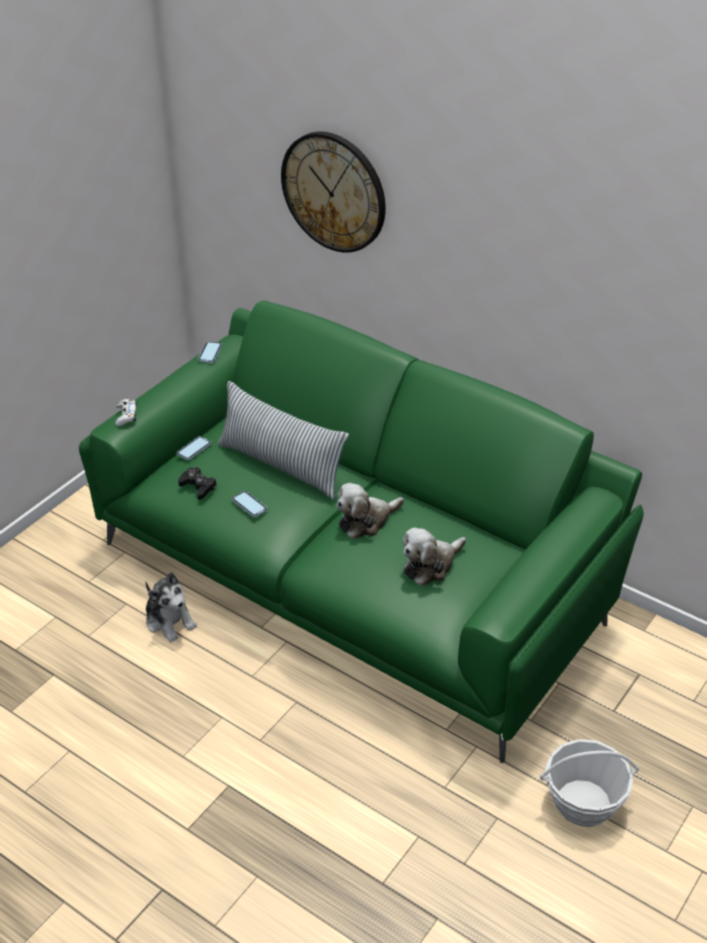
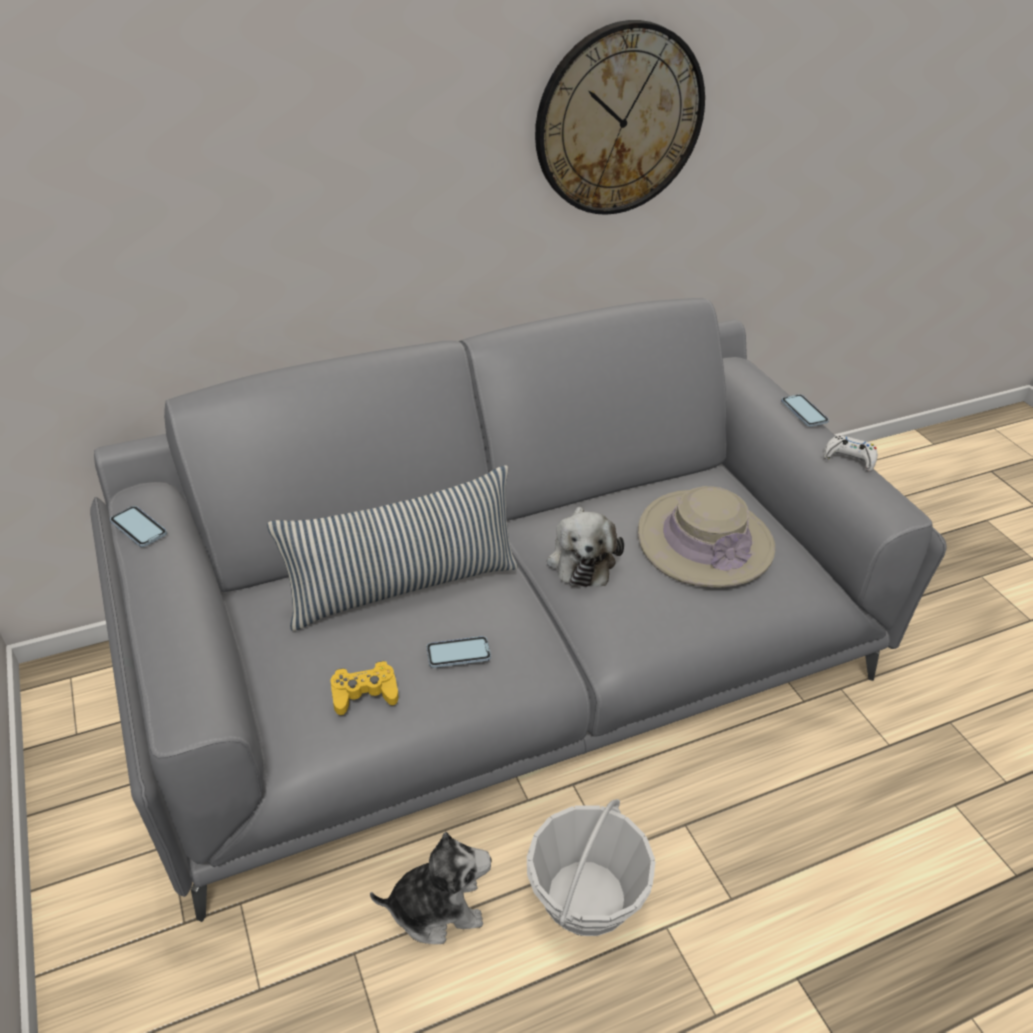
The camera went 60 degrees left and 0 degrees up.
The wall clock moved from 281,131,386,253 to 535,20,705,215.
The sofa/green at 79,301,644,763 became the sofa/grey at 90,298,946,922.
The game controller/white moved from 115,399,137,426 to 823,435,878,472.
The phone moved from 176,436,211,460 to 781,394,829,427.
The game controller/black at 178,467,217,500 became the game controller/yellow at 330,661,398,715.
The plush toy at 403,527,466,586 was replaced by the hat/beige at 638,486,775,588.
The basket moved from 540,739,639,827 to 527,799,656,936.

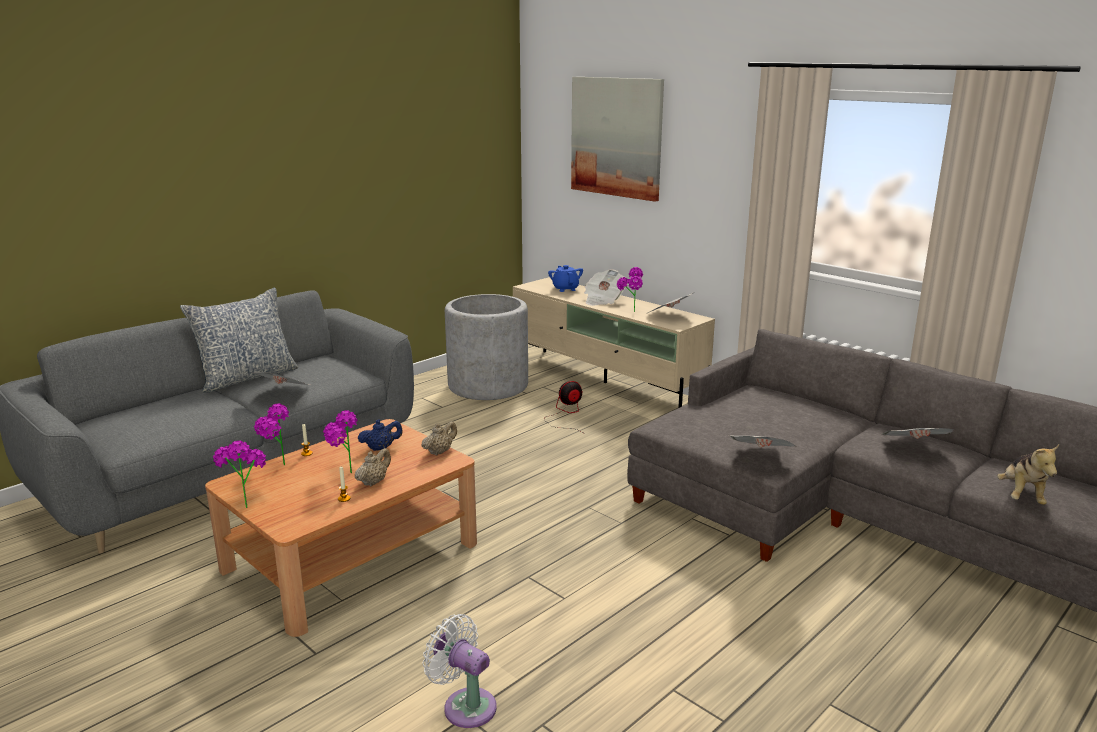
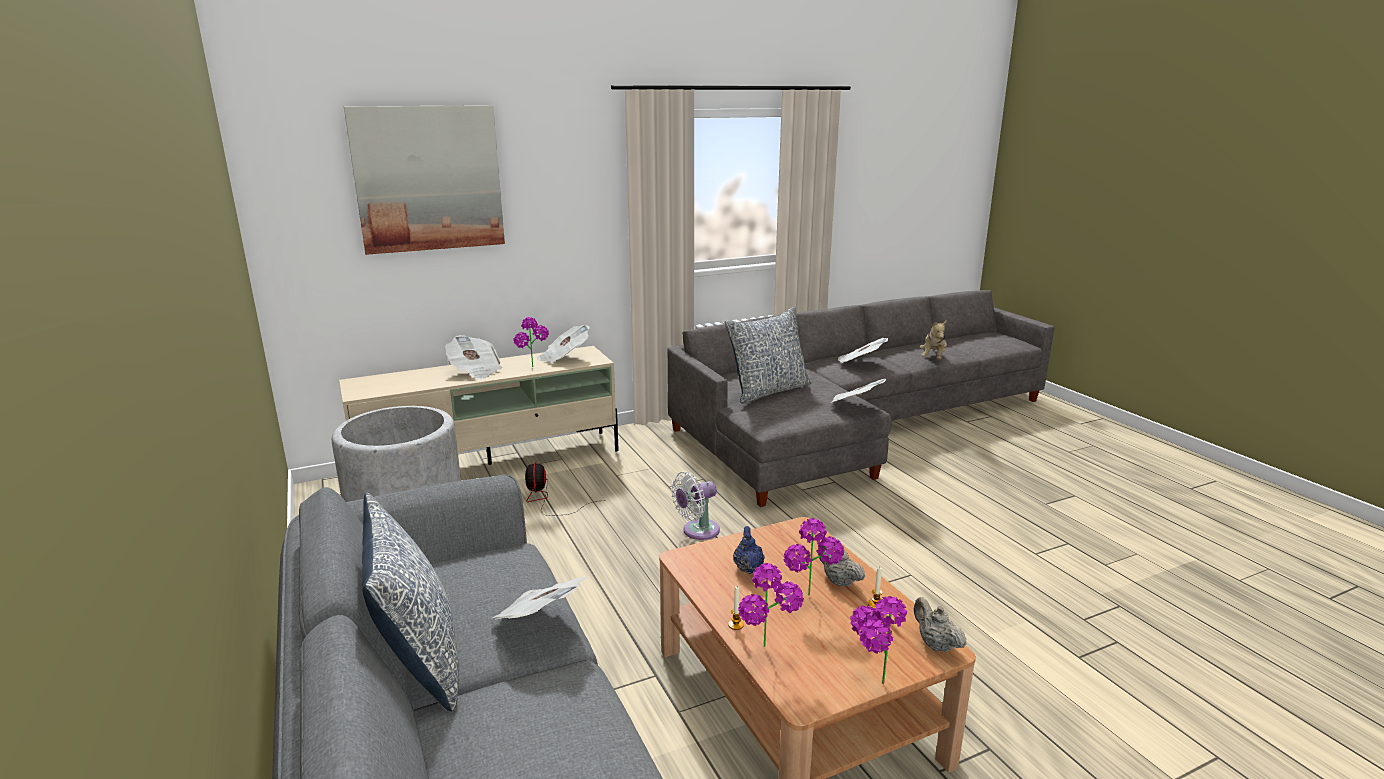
The camera went 70 degrees left and 0 degrees up.
The teapot/blue at 548,265,583,292 disappeared.
The teapot/beige moved from 422,421,457,455 to 914,597,967,652.
The plush toy at 997,445,1059,505 turned 75 degrees clockwise.
The fan/white moved from 423,614,497,728 to 671,472,720,540.
The pillow at 724,307,811,403 appeared.

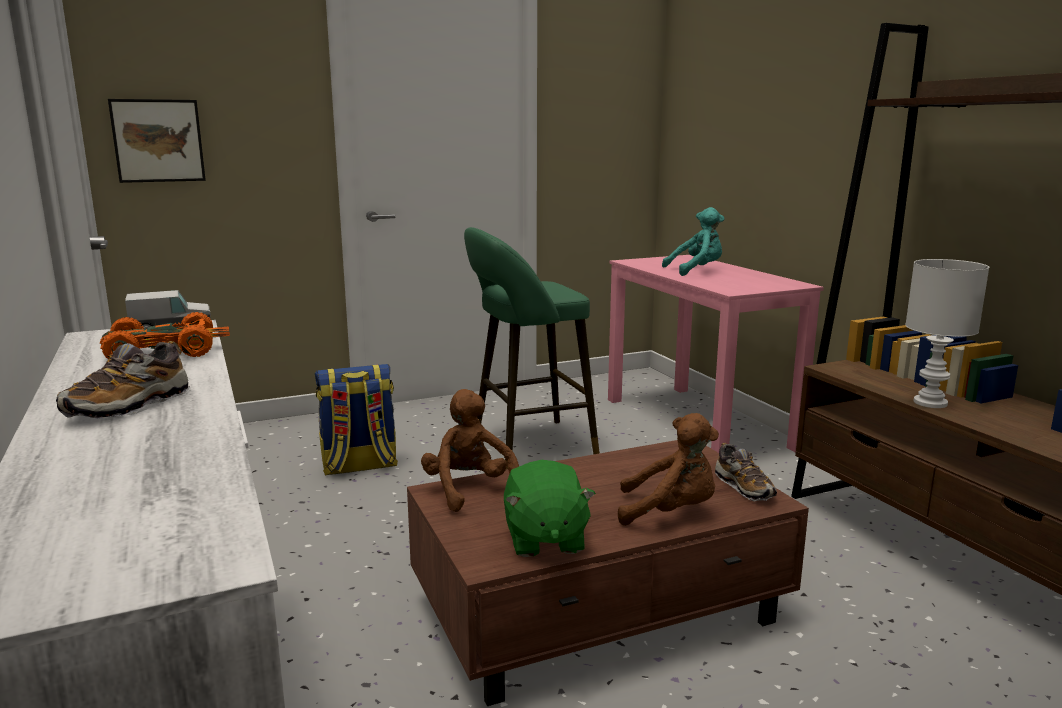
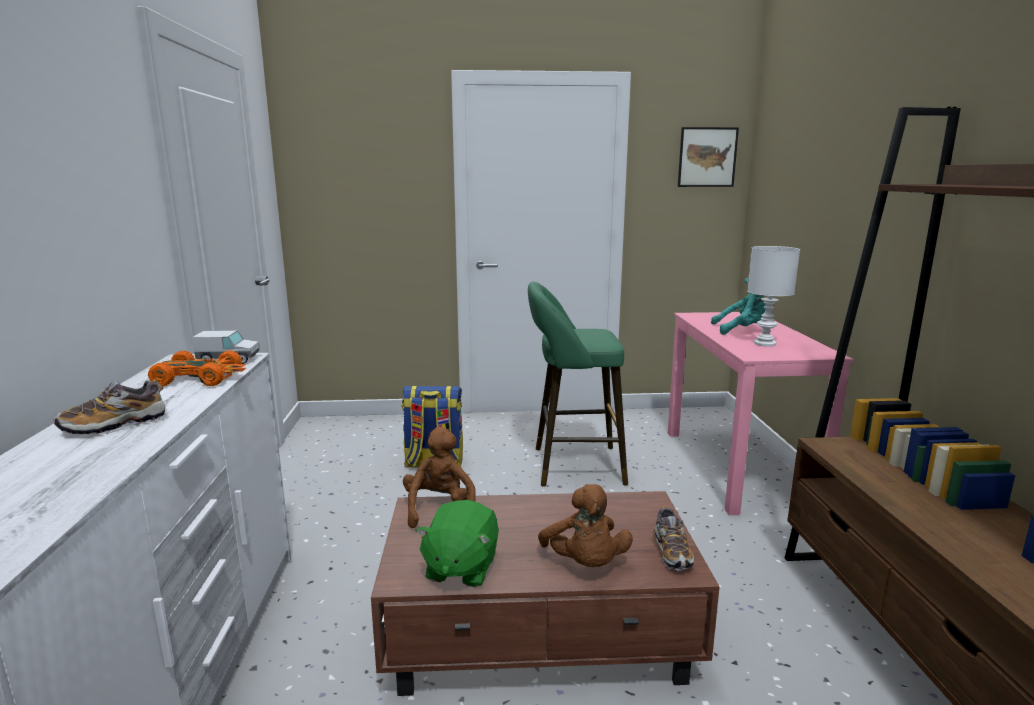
The camera went 20 degrees right and 0 degrees up.
The picture moved from 108,99,206,183 to 678,127,739,187.
The table lamp/white moved from 905,259,989,408 to 747,246,800,347.
The plush toy/brown at 618,413,719,526 turned 45 degrees clockwise.

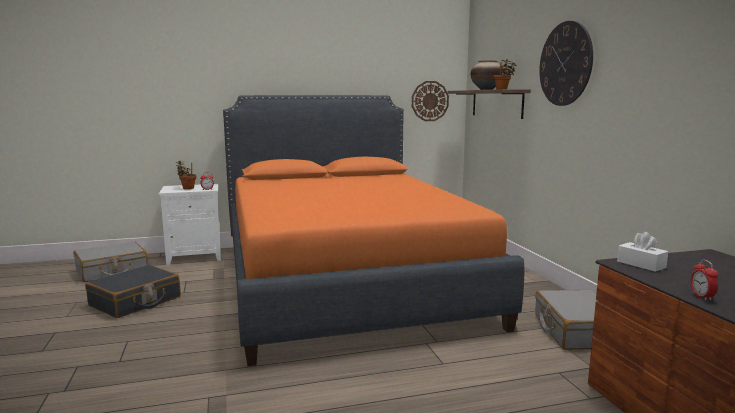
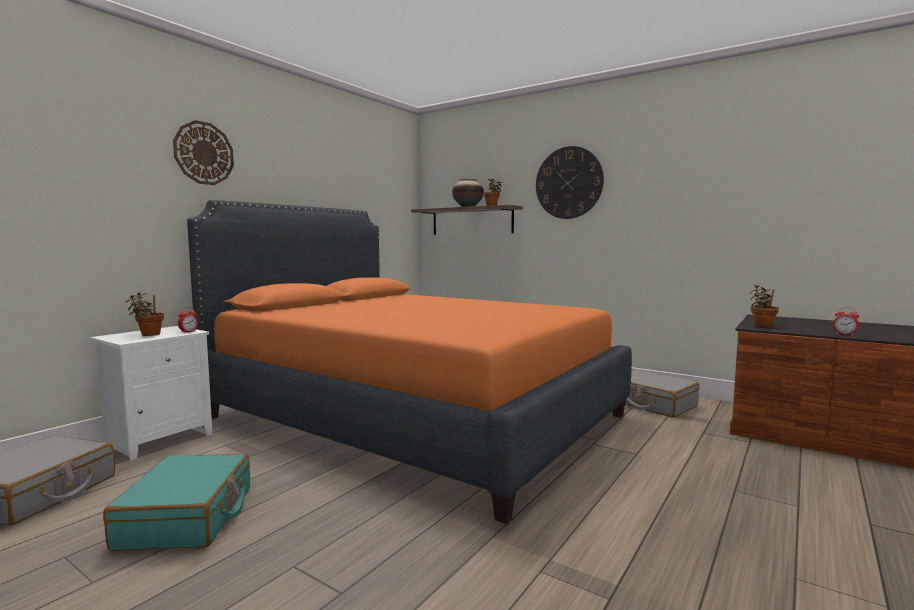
The camera went 40 degrees left and 5 degrees down.
The wall clock moved from 412,81,449,121 to 173,120,234,185.
The tissue box/white at 617,232,668,272 was replaced by the potted plant at 750,284,779,328.
The suitcase/black at 85,265,181,318 became the suitcase/turquoise at 103,453,250,551.

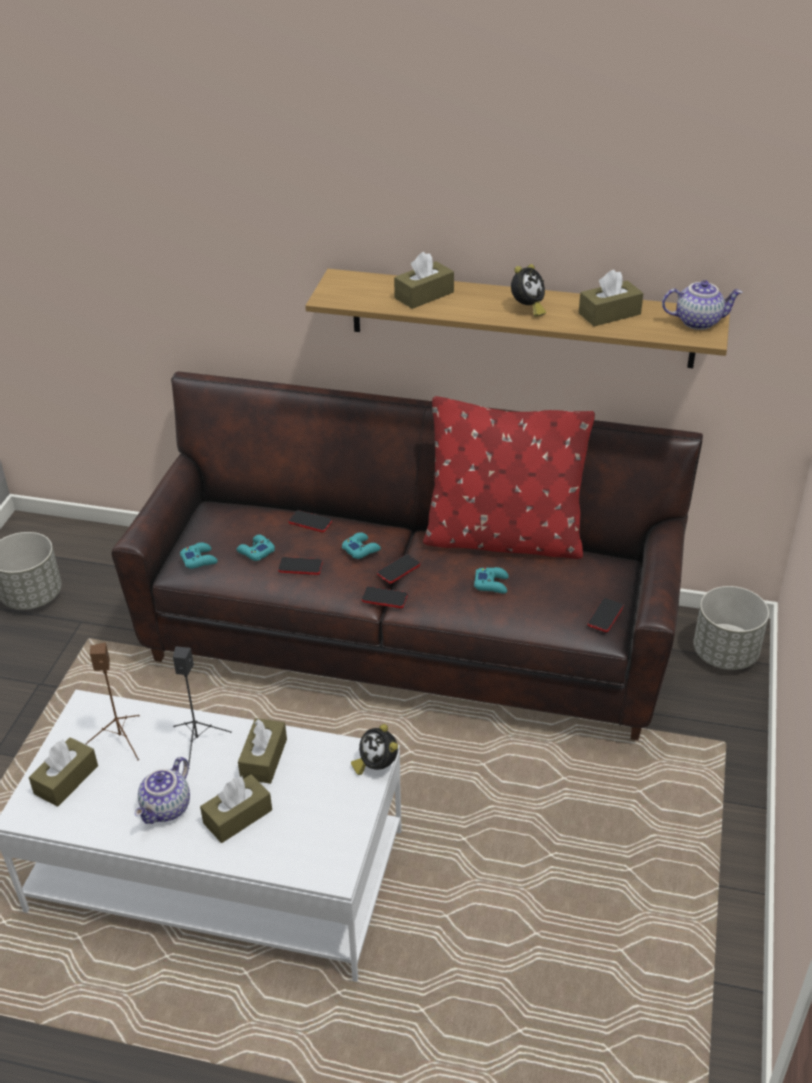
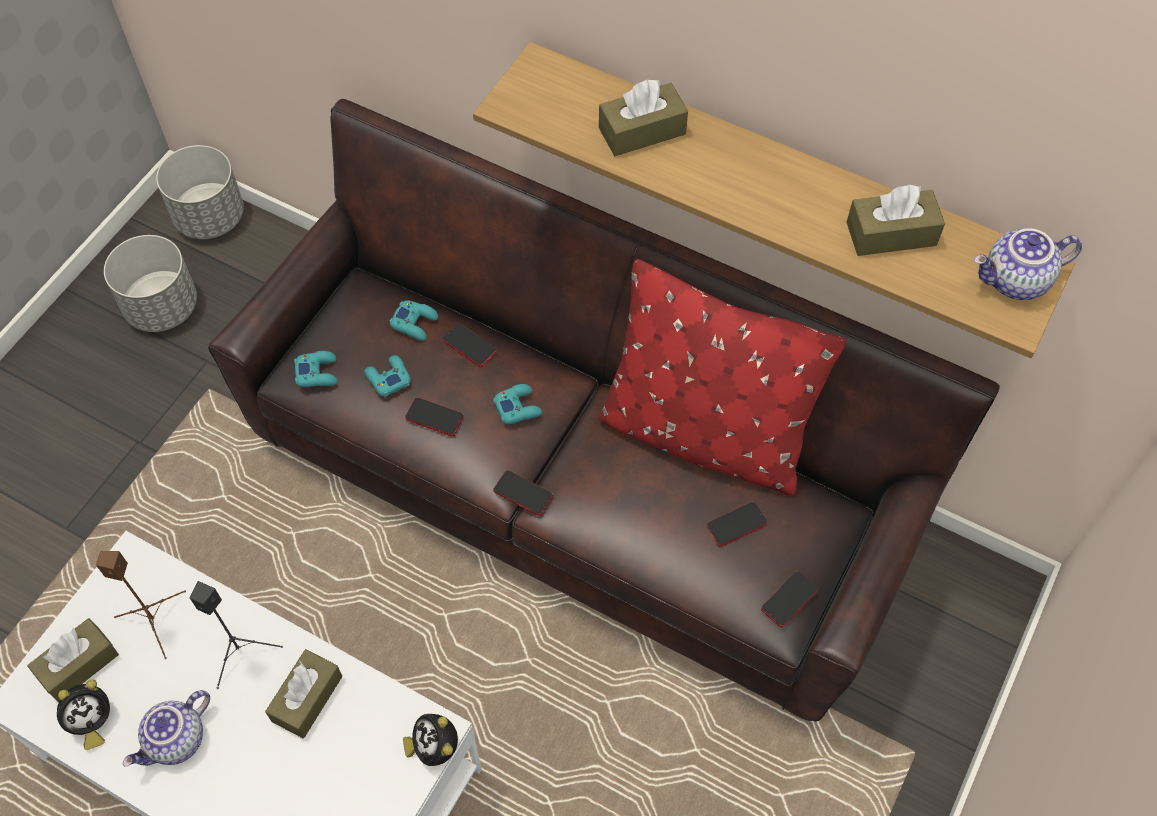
The camera went 15 degrees right and 20 degrees up.
The alarm clock moved from 511,264,546,317 to 57,679,110,750.
The teapot at 662,280,743,330 turned 150 degrees clockwise.
The phone moved from 377,554,420,583 to 706,502,767,547.
The game controller/turquoise moved from 474,567,509,594 to 390,300,438,341.
The planter/grey moved from 693,586,769,670 to 156,145,244,239.
The tissue box/brown at 200,774,272,843 disappeared.

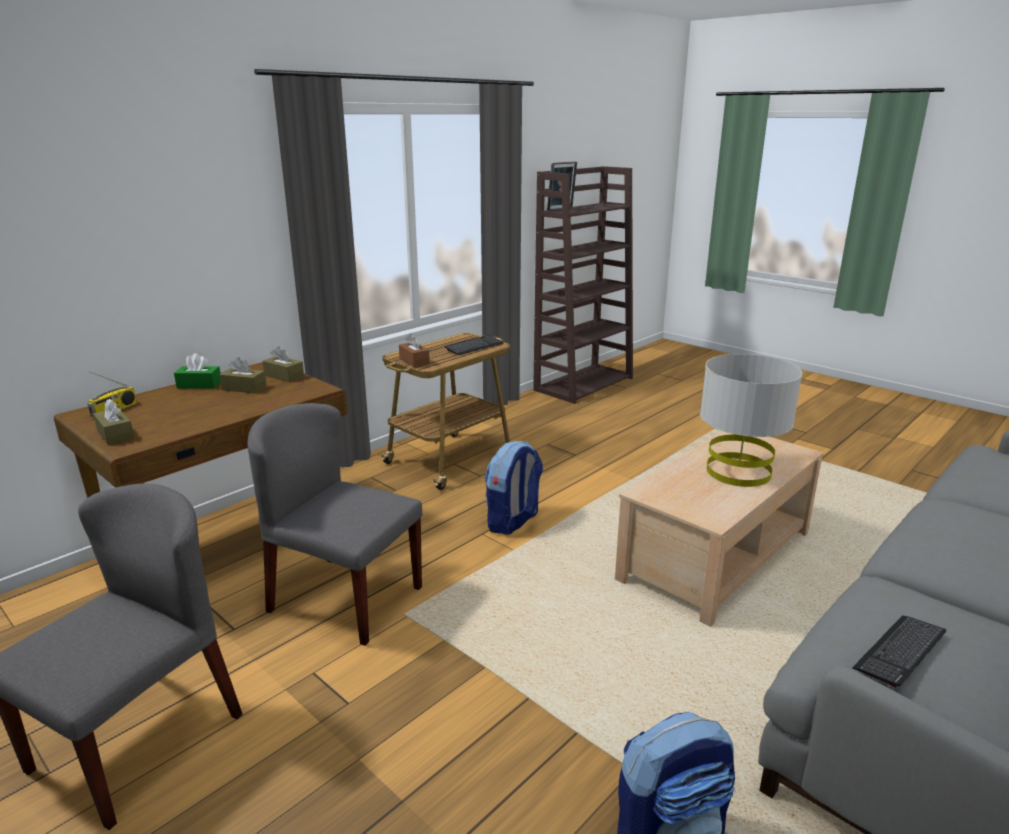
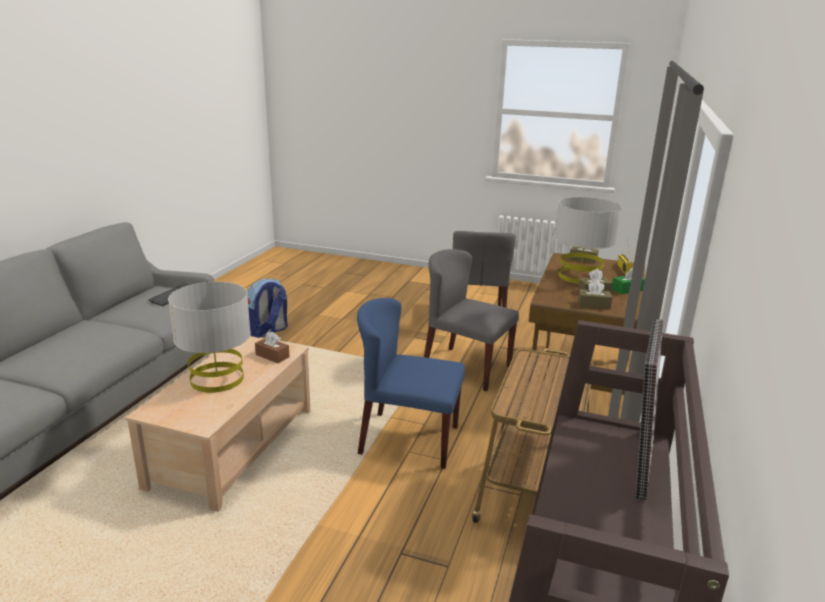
The camera went 155 degrees right and 0 degrees up.
The tissue box/brown moved from 399,334,430,367 to 255,332,289,363.
The keyboard at 445,335,503,355 disappeared.
The chair/grey at 247,403,422,646 turned 150 degrees counterclockwise.
The backpack at 484,441,543,535 was replaced by the chair/blue at 357,298,465,469.
The table lamp/grey at 555,197,622,284 appeared.

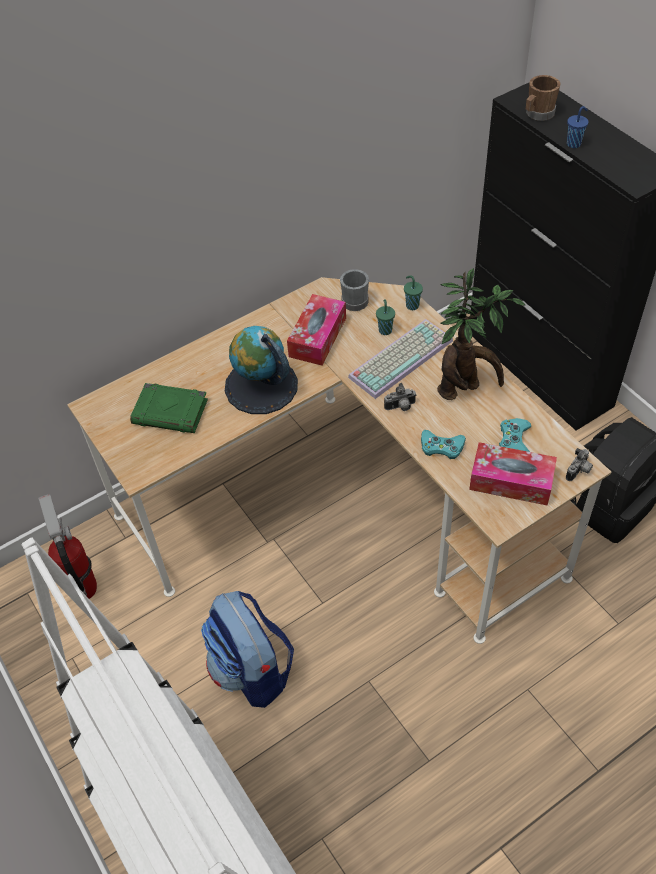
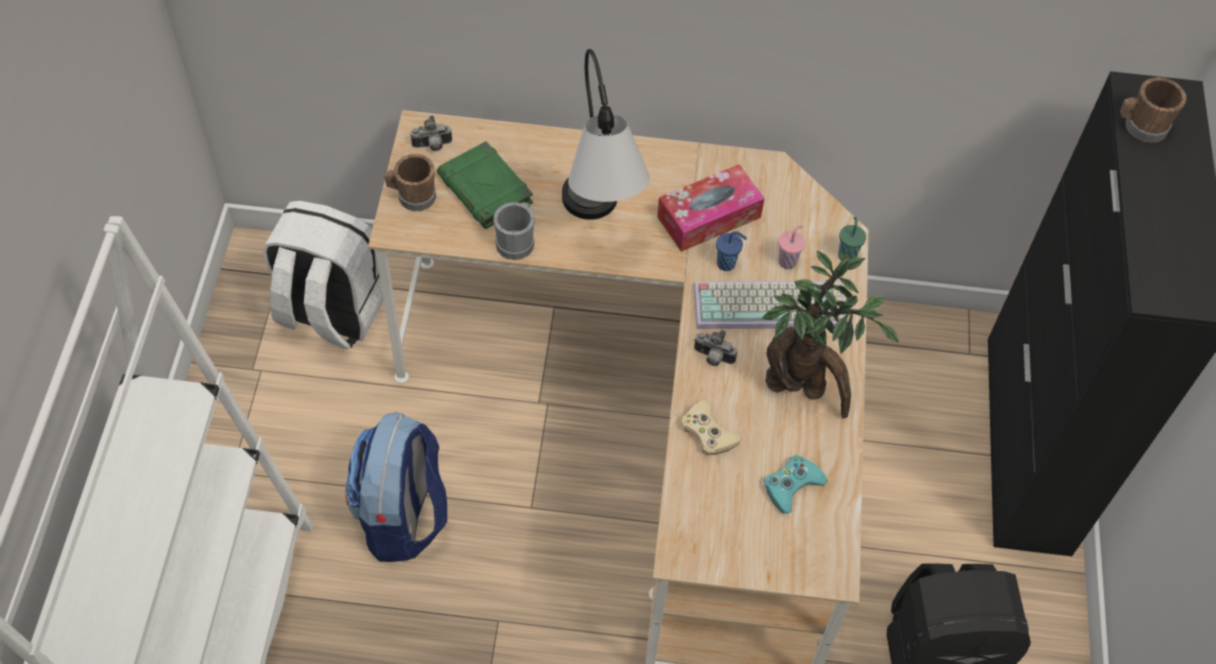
The camera went 35 degrees right and 5 degrees up.
The cup/blue moved from 567,106,588,148 to 716,231,747,271.
The mug/grey moved from 340,269,369,311 to 493,202,535,260.
The cup/green at 376,299,395,335 became the cup/pink at 779,225,805,269.
The globe at 225,326,298,414 was replaced by the table lamp at 562,49,650,220.
The game controller/turquoise at 421,430,466,459 became the game controller/beige at 681,400,742,455.
The tissue box at 469,442,557,506 disappeared.
The photo camera moved from 566,448,593,481 to 411,116,452,151.
The fire extinguisher at 38,494,97,599 was replaced by the backpack/white at 263,201,384,349.
The mug/brown at 385,154,436,211 appeared.

